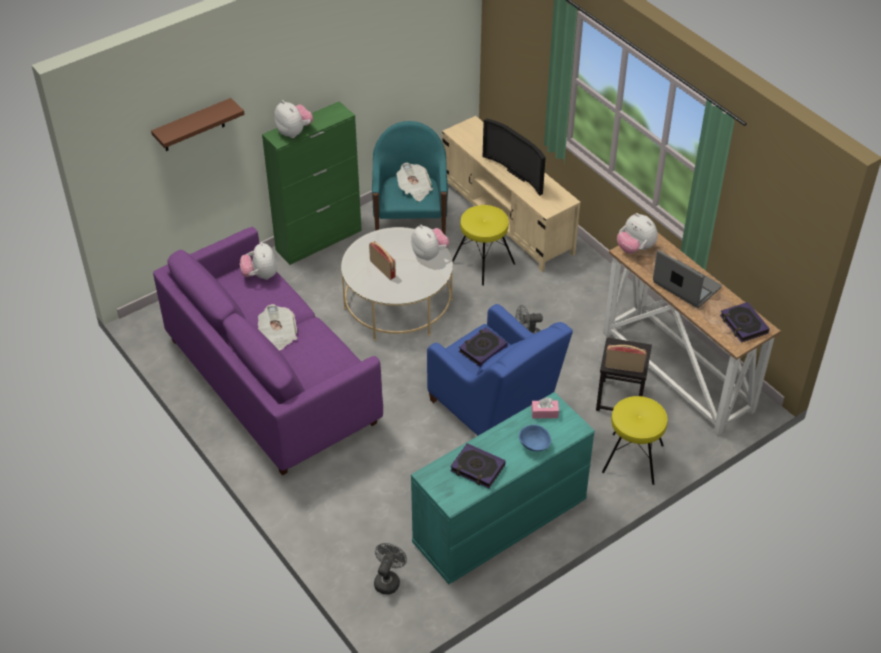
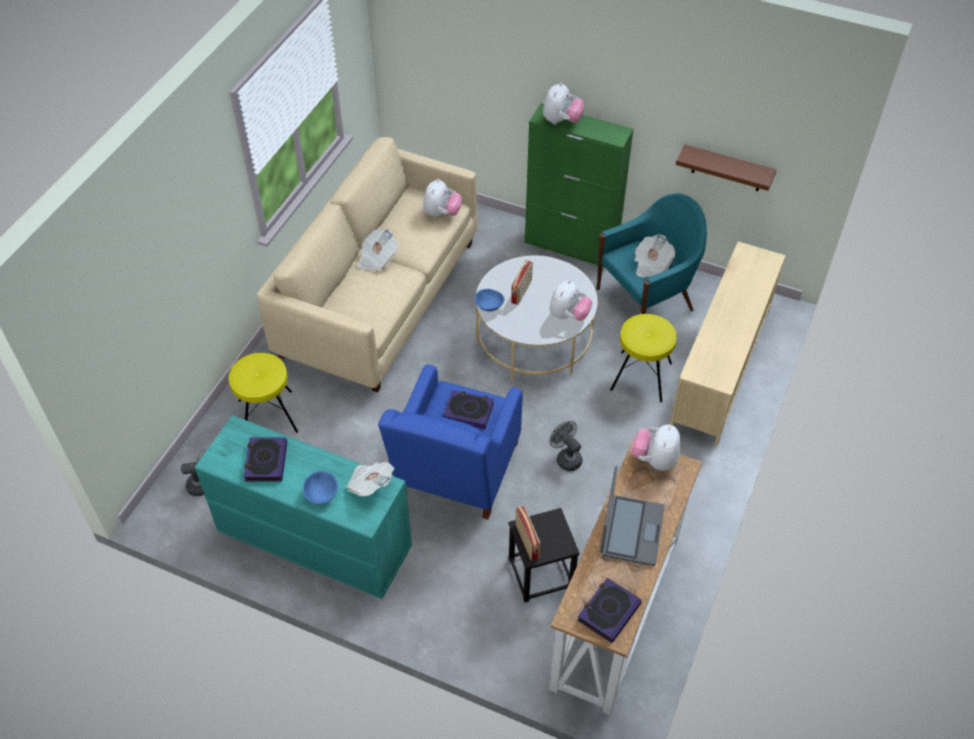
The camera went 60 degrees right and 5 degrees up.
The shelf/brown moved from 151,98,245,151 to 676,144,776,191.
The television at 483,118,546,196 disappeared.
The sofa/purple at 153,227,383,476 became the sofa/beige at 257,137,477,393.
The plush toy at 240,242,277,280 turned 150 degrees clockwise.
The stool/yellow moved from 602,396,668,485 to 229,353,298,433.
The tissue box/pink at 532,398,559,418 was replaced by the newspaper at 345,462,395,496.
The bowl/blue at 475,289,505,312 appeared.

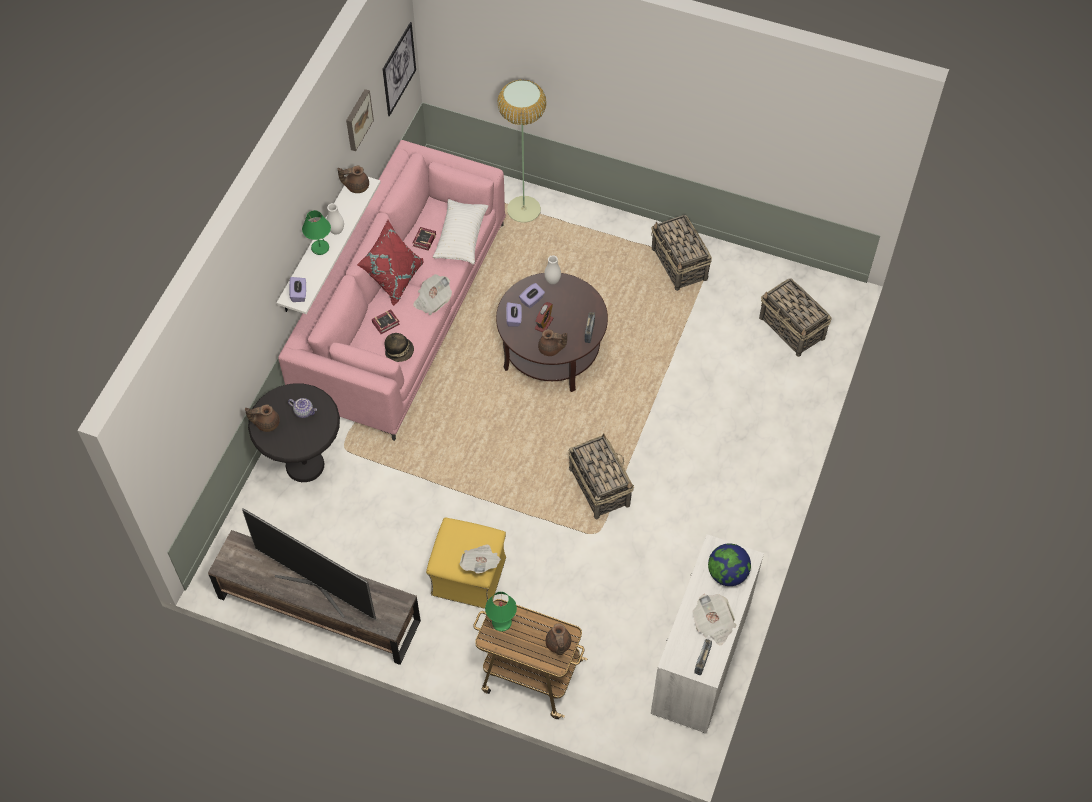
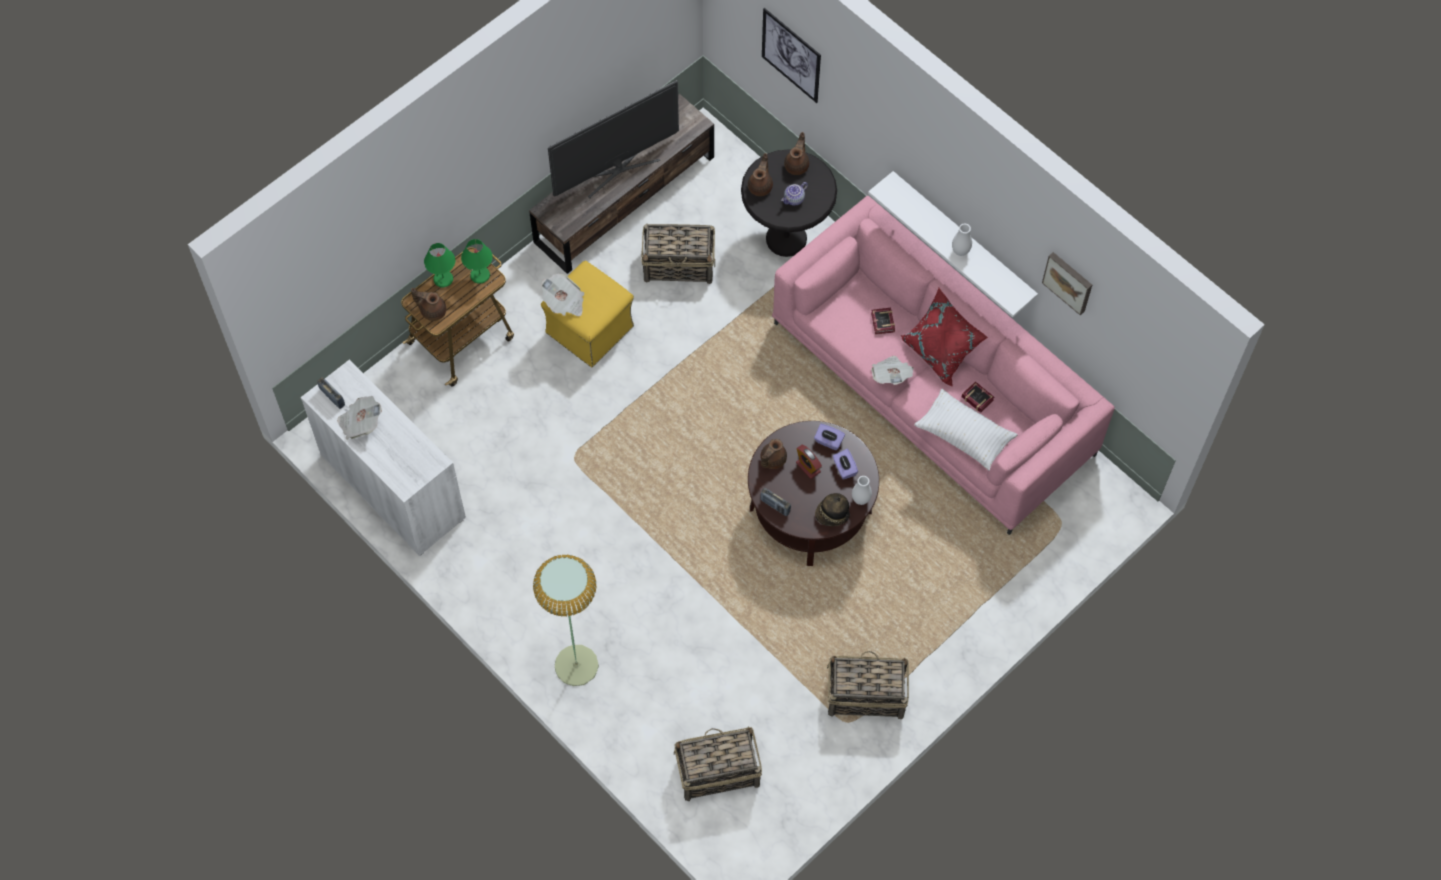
The camera went 115 degrees right and 5 degrees up.
The picture moved from 382,22,416,117 to 762,8,821,103.
The floor lamp moved from 498,79,547,223 to 533,555,599,686.
The teapot/brown moved from 338,165,369,193 to 748,153,773,196.
The table lamp/green moved from 302,210,331,255 to 424,243,455,287.
The tissue box/purple at 289,277,306,302 disappeared.
The hat moved from 384,333,414,362 to 815,493,850,526.
The basket moved from 569,433,634,520 to 641,224,715,284.
The globe at 708,543,751,586 disappeared.

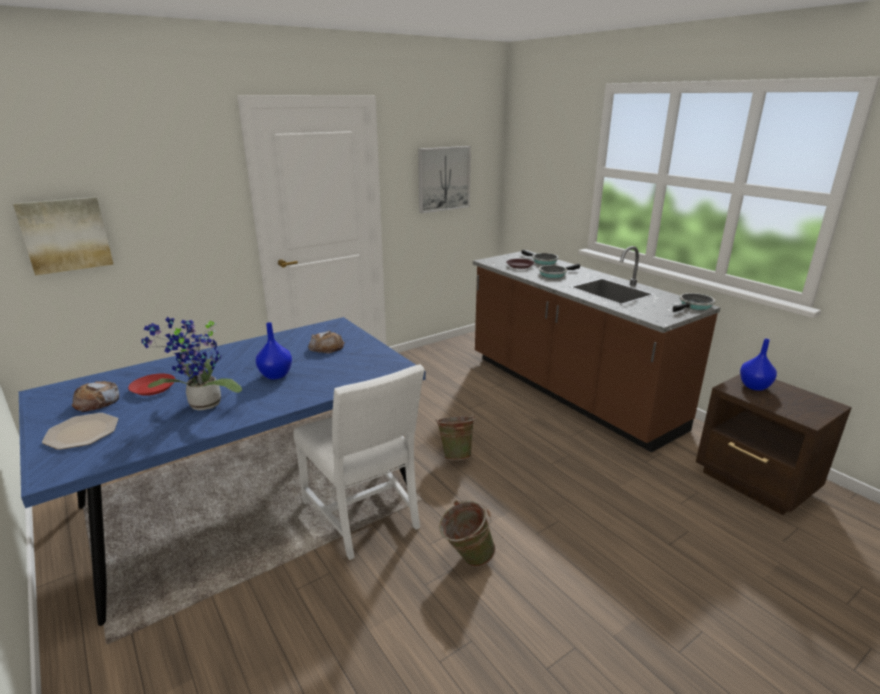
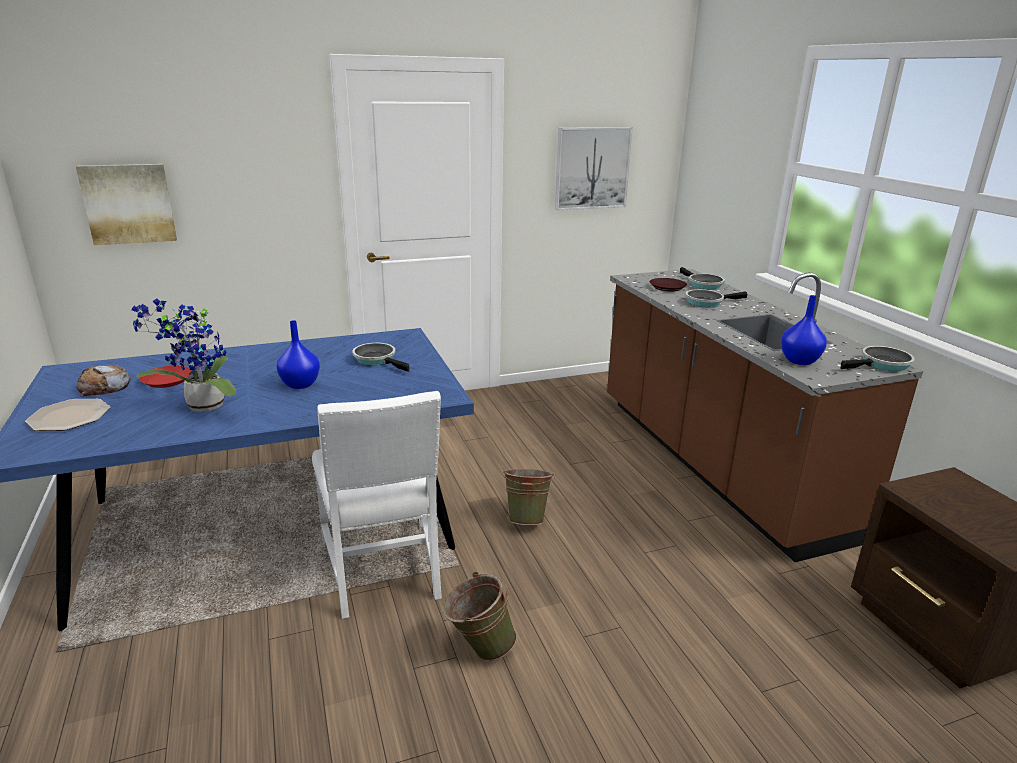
The camera went 15 degrees right and 0 degrees up.
The bread at 308,330,345,353 was replaced by the frying pan at 352,343,410,372.
The vase/blue moved from 740,339,777,391 to 781,295,827,365.

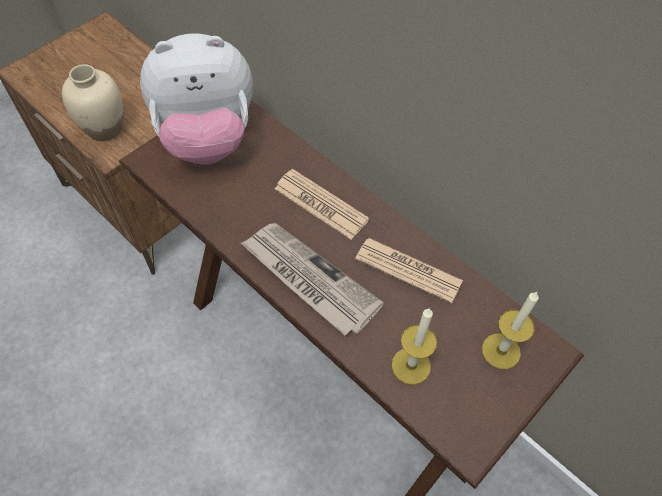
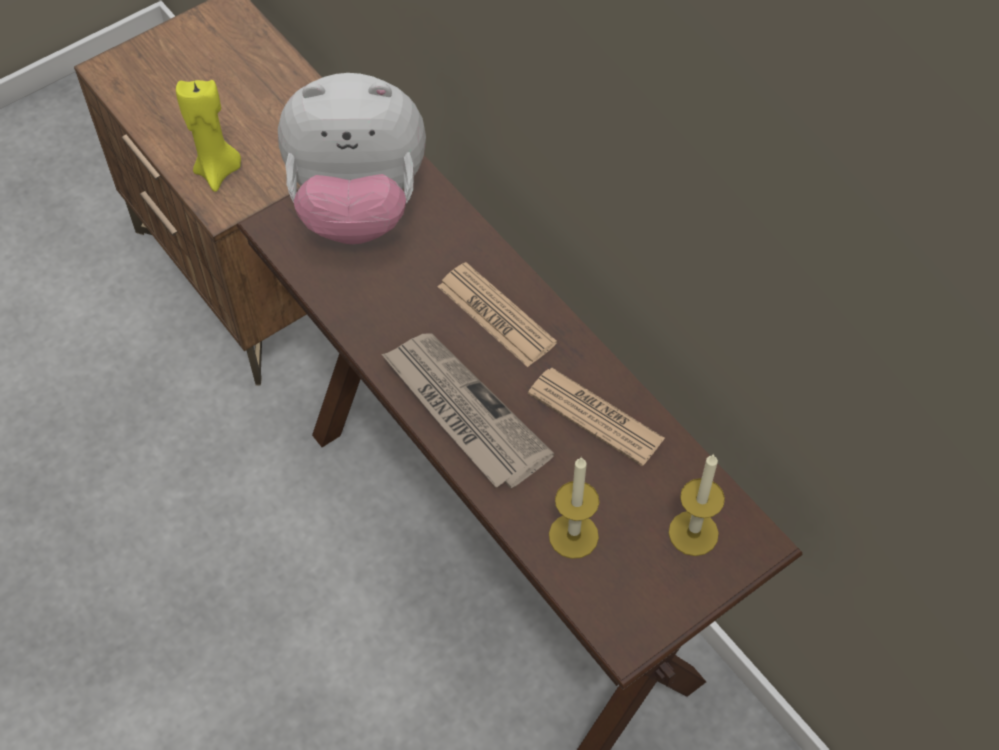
The camera went 10 degrees right and 0 degrees up.
The vase/beige at 62,64,123,141 was replaced by the candle/yellow at 176,80,241,192.

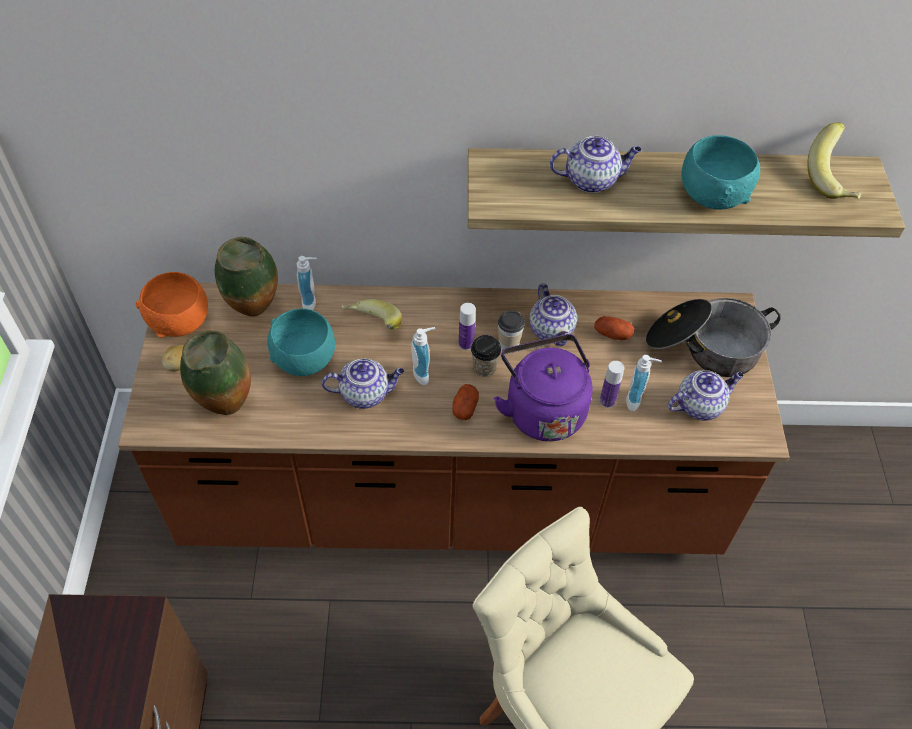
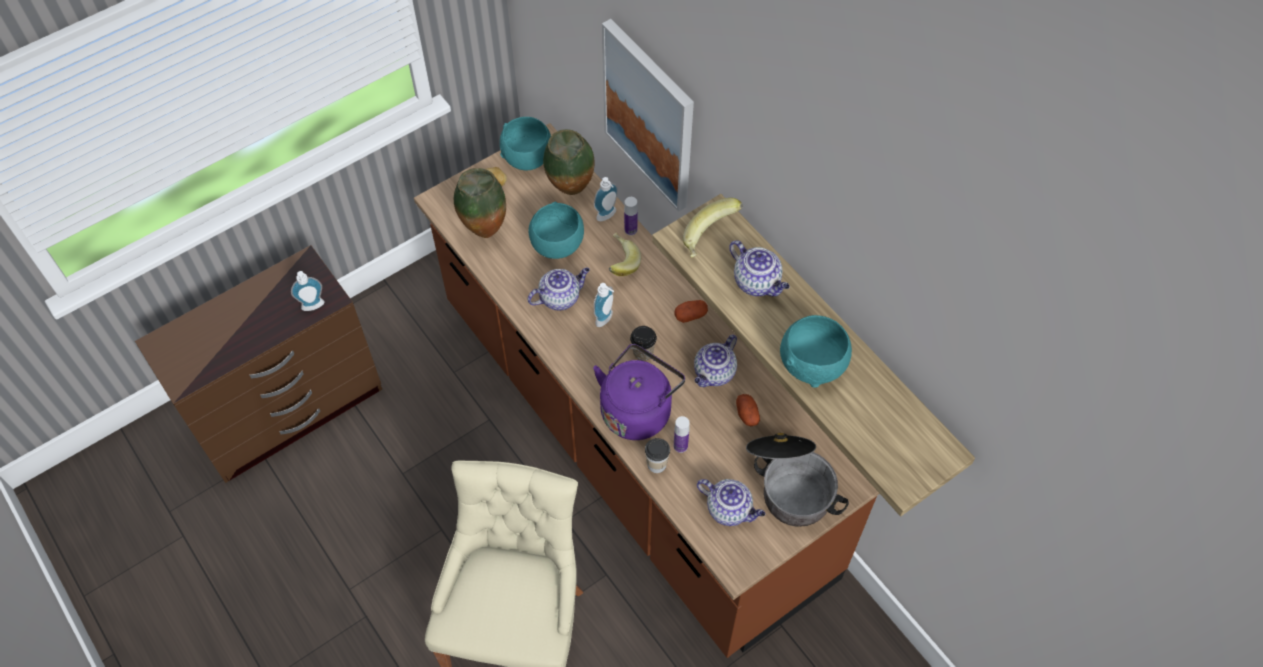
The camera went 55 degrees right and 5 degrees up.
The banana moved from 808,122,861,199 to 683,198,742,258.
The bowl/orange at 136,272,208,338 became the bowl/turquoise at 500,117,551,171.
The bottle moved from 459,303,476,350 to 624,197,638,235.
The cup moved from 498,311,525,351 to 645,438,670,473.
The soap dispenser moved from 626,355,662,411 to 291,271,324,311.
The teapot at 322,358,404,409 turned 75 degrees counterclockwise.
The potato moved from 452,384,479,420 to 674,300,708,323.
The picture at 602,19,694,212 appeared.

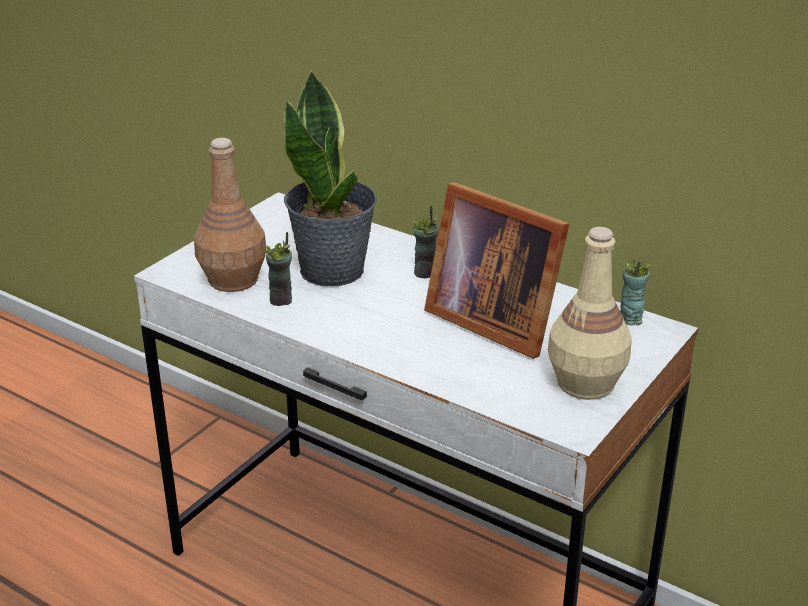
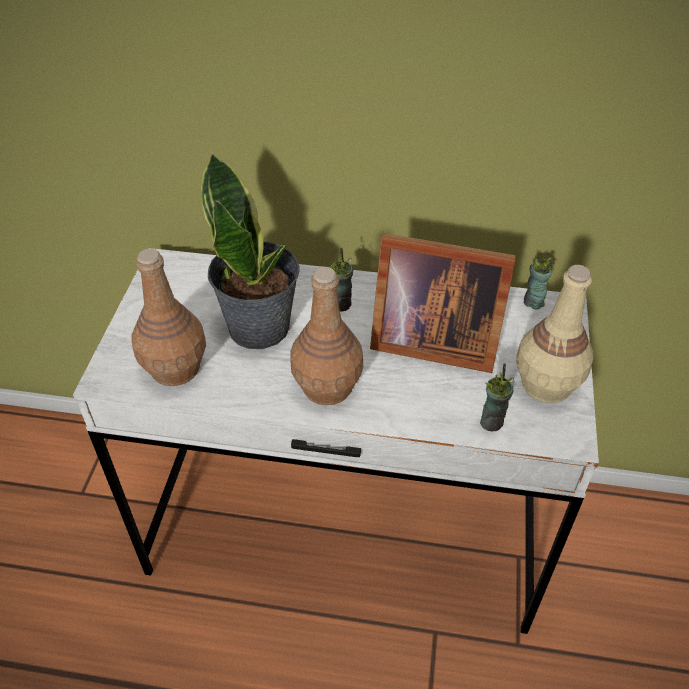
The camera went 25 degrees left and 15 degrees up.
The cup moved from 265,232,292,306 to 480,363,514,431.
The bottle/brown at 291,267,363,405 appeared.

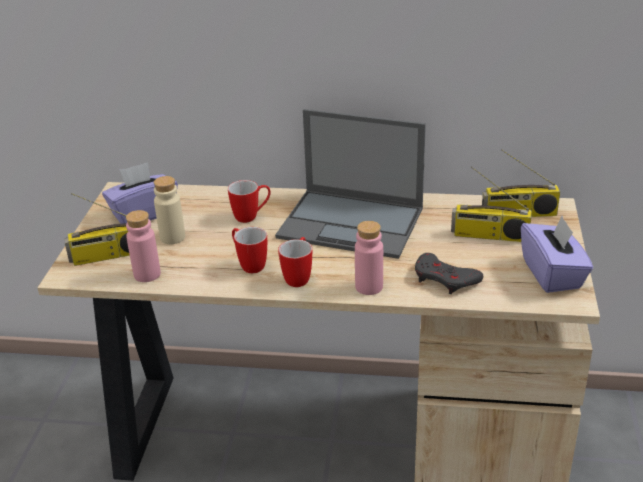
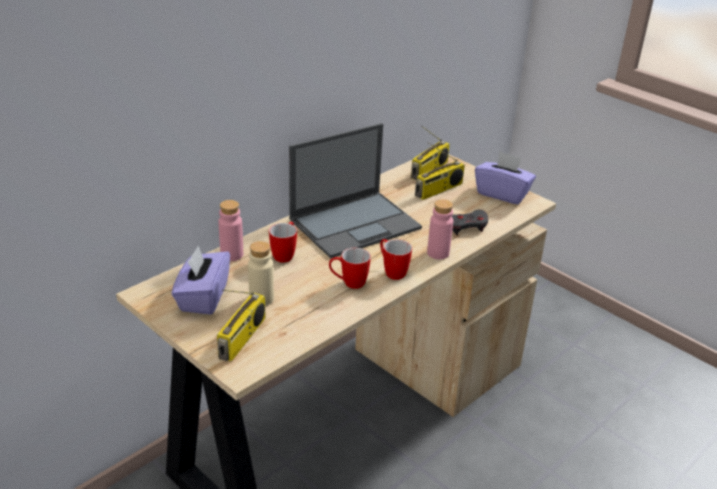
The camera went 55 degrees left and 0 degrees up.
The bottle/pink moved from 126,210,161,282 to 218,200,243,261.

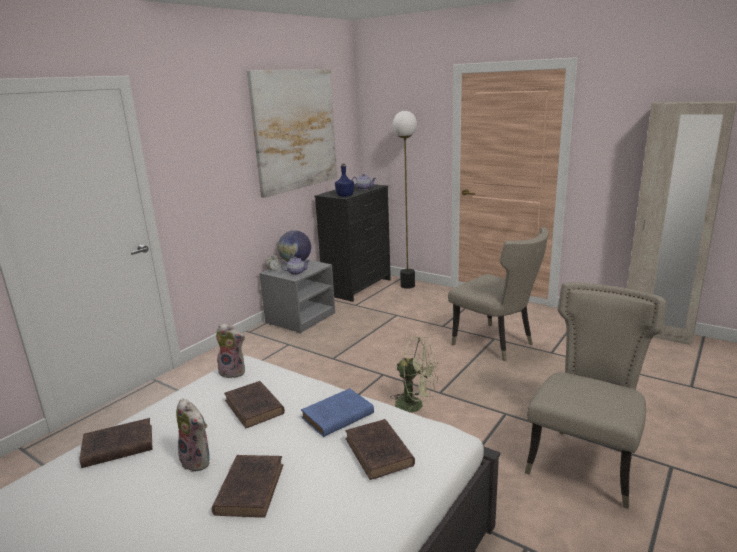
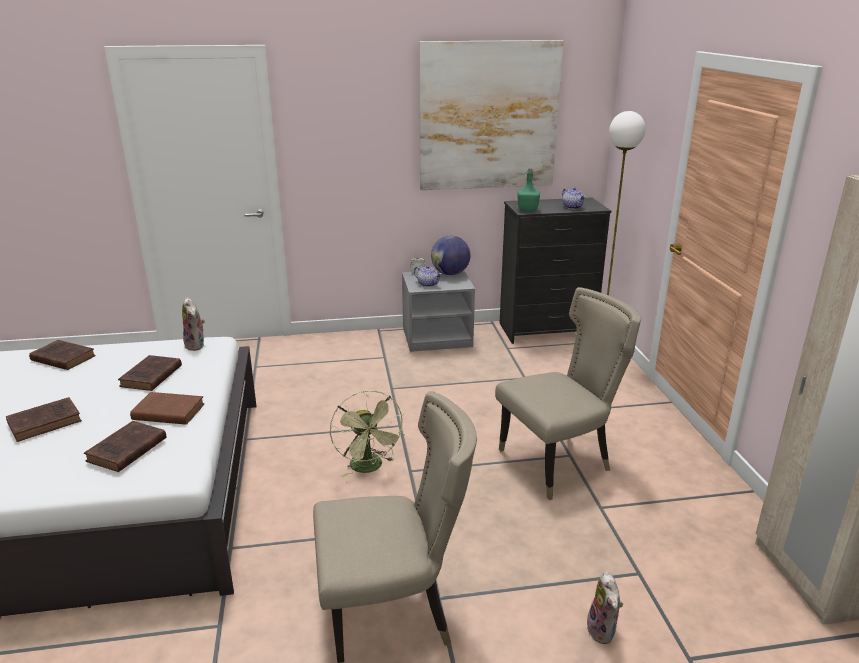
The camera went 45 degrees right and 5 degrees up.
The bottle/blue at 335,163,354,197 became the bottle/green at 517,169,540,212.
The chair/beige at 448,227,549,361 turned 120 degrees counterclockwise.
The book/blue at 301,388,374,437 became the book/brown at 130,392,204,425.
The plush toy moved from 176,398,210,472 to 587,571,623,644.

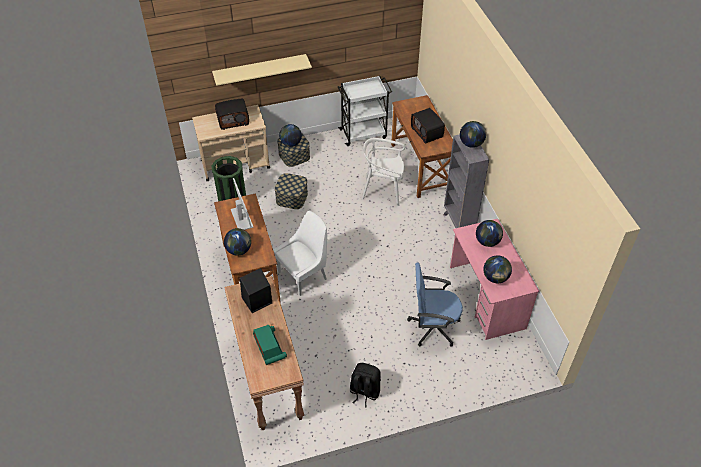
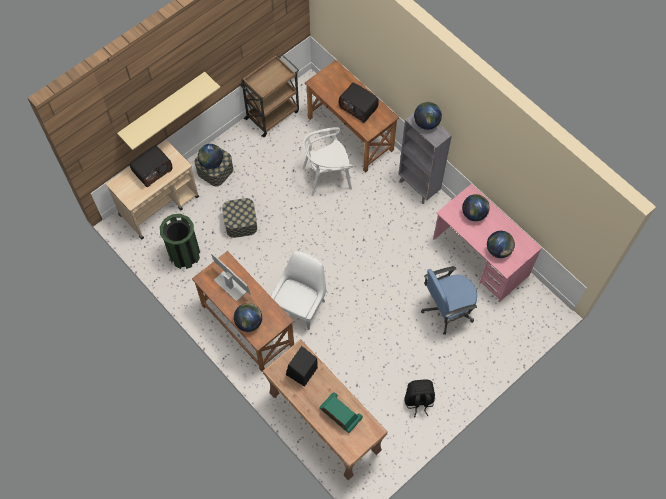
The camera went 25 degrees left and 15 degrees up.
The cart/white at 338,76,392,146 became the cart/brown at 239,54,299,137.

